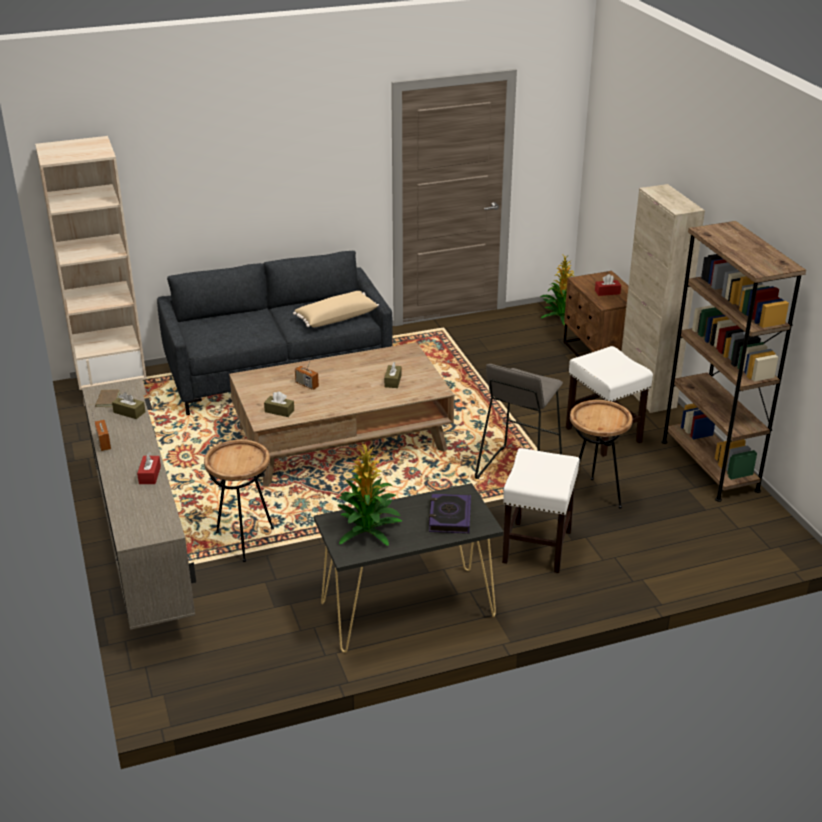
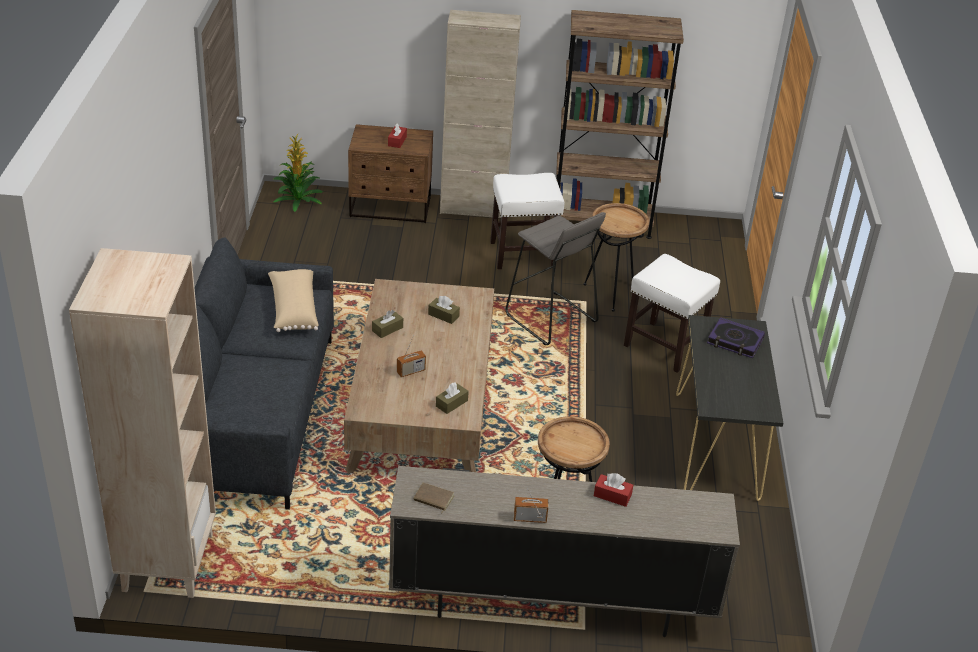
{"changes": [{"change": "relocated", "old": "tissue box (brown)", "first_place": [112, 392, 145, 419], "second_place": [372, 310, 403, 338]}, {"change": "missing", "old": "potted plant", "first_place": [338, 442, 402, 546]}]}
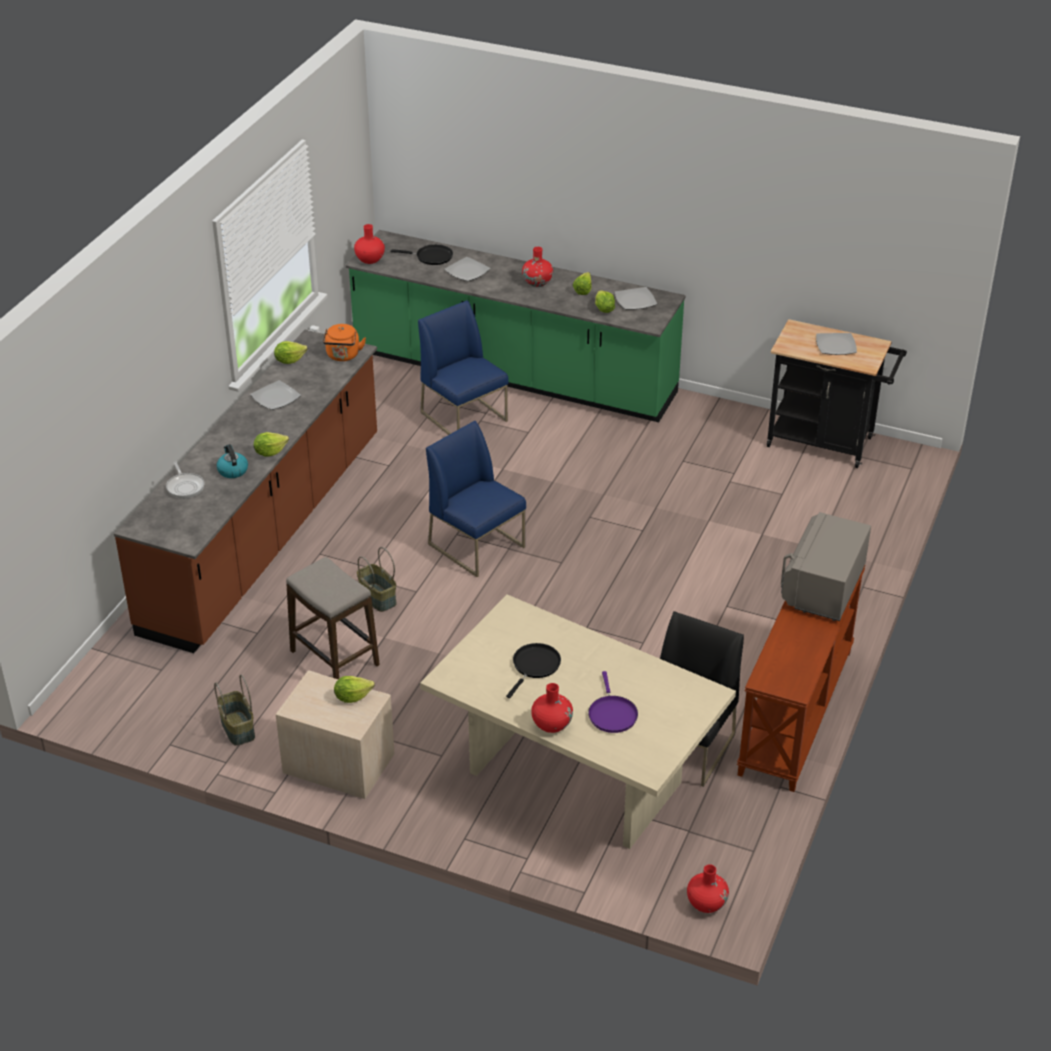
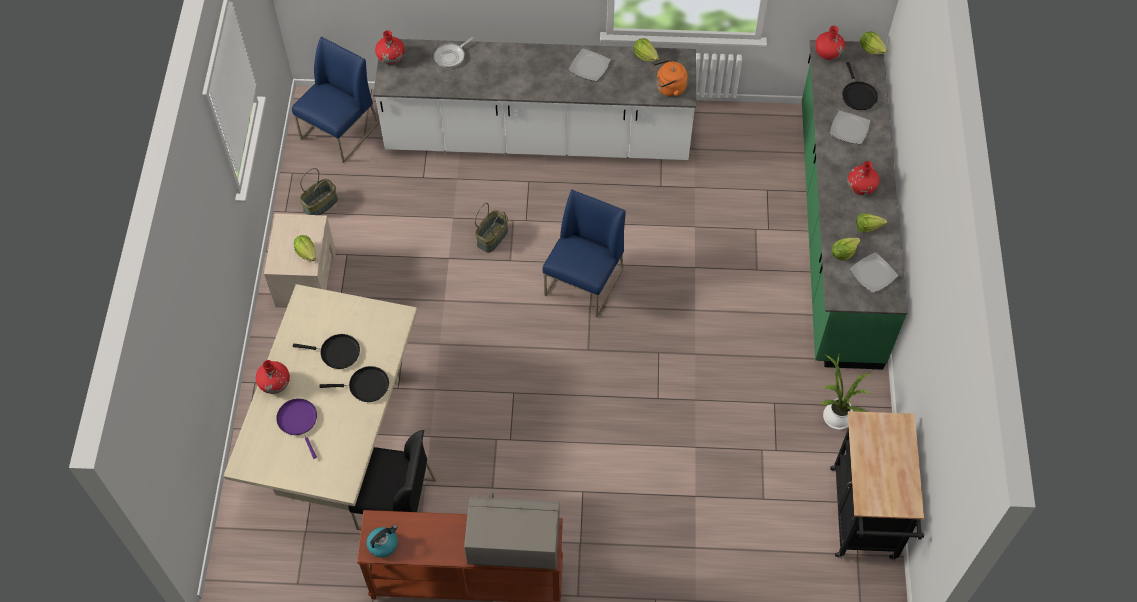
{"changes": [{"change": "relocated", "old": "chair (blue)", "first_place": [418, 300, 508, 435], "second_place": [292, 37, 379, 163]}, {"change": "colour", "old": "counter (brown)", "new": "counter (white)", "first_place": [114, 330, 377, 653], "second_place": [373, 38, 696, 160]}, {"change": "missing", "old": "plate", "first_place": [816, 333, 857, 355]}, {"change": "relocated", "old": "lettuce", "first_place": [254, 432, 289, 457], "second_place": [860, 31, 888, 54]}, {"change": "relocated", "old": "kettle", "first_place": [216, 444, 248, 478], "second_place": [367, 525, 398, 558]}, {"change": "missing", "old": "stool", "first_place": [286, 557, 380, 679]}, {"change": "spun", "old": "frying pan (purple)", "first_place": [588, 671, 638, 733], "second_place": [276, 398, 317, 459], "degrees": 90}, {"change": "relocated", "old": "vase (red)", "first_place": [687, 864, 729, 913], "second_place": [375, 30, 405, 65]}, {"change": "appeared", "new": "potted plant", "second_place": [821, 355, 871, 430]}, {"change": "appeared", "new": "frying pan (black)", "second_place": [319, 366, 389, 402]}]}
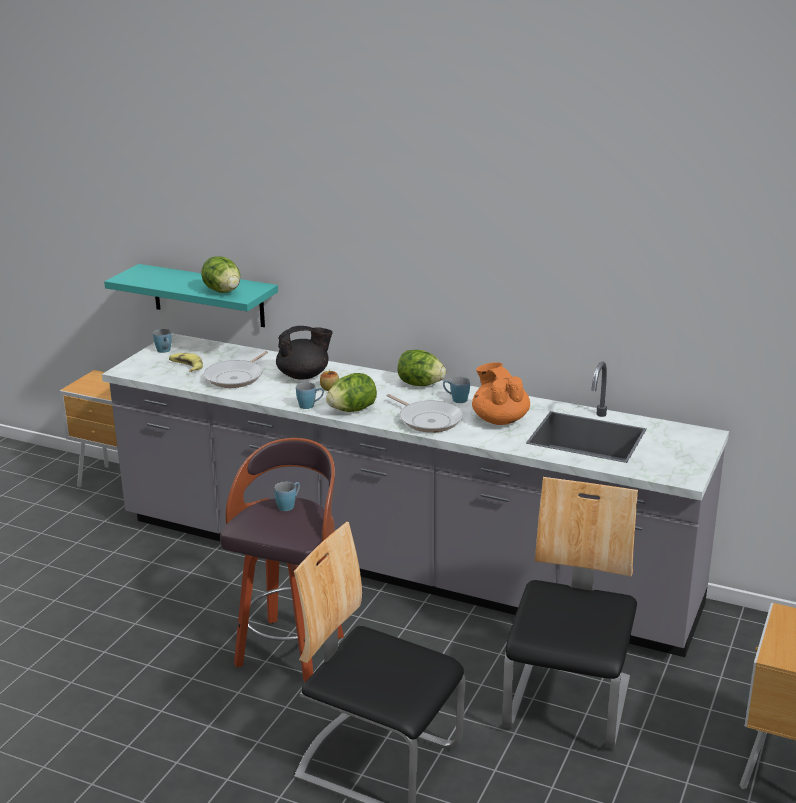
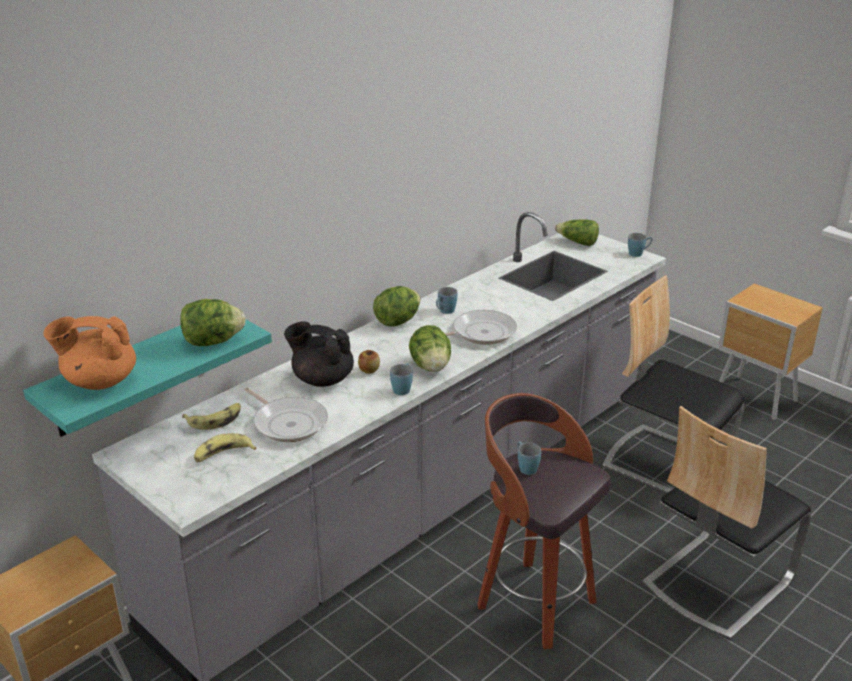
{"changes": [{"change": "spun", "old": "teapot (black)", "first_place": [276, 326, 333, 380], "second_place": [284, 322, 354, 387], "degrees": -75}, {"change": "relocated", "old": "mug (blue)", "first_place": [153, 329, 172, 353], "second_place": [628, 233, 653, 257]}, {"change": "relocated", "old": "teapot (orange)", "first_place": [472, 362, 530, 425], "second_place": [44, 316, 136, 390]}, {"change": "appeared", "new": "lettuce", "second_place": [555, 220, 599, 246]}, {"change": "appeared", "new": "banana", "second_place": [182, 403, 241, 430]}]}
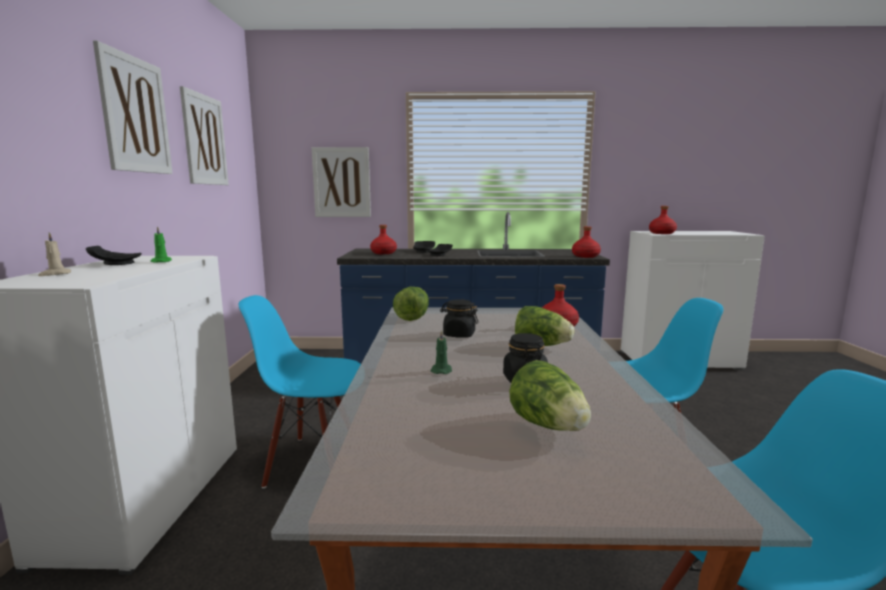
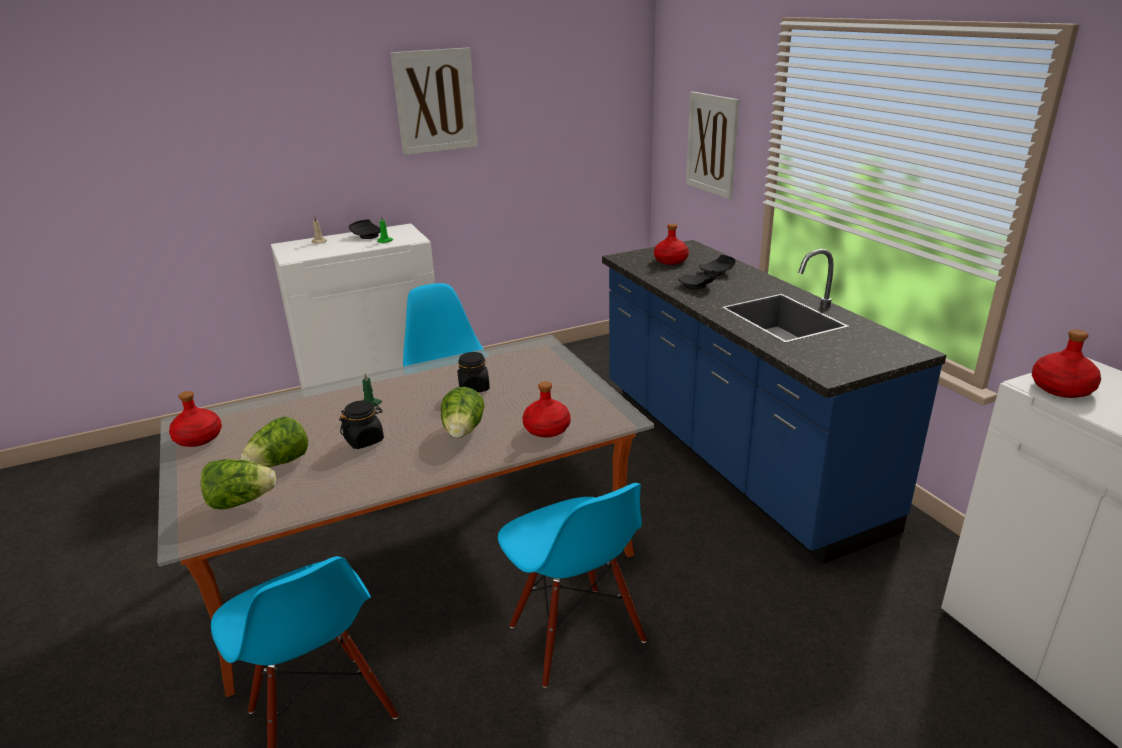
{"changes": [{"change": "missing", "old": "picture", "first_place": [180, 86, 229, 185]}, {"change": "relocated", "old": "bottle (red)", "first_place": [572, 226, 601, 258], "second_place": [169, 391, 222, 447]}, {"change": "relocated", "old": "lettuce", "first_place": [393, 287, 429, 321], "second_place": [201, 459, 276, 510]}]}
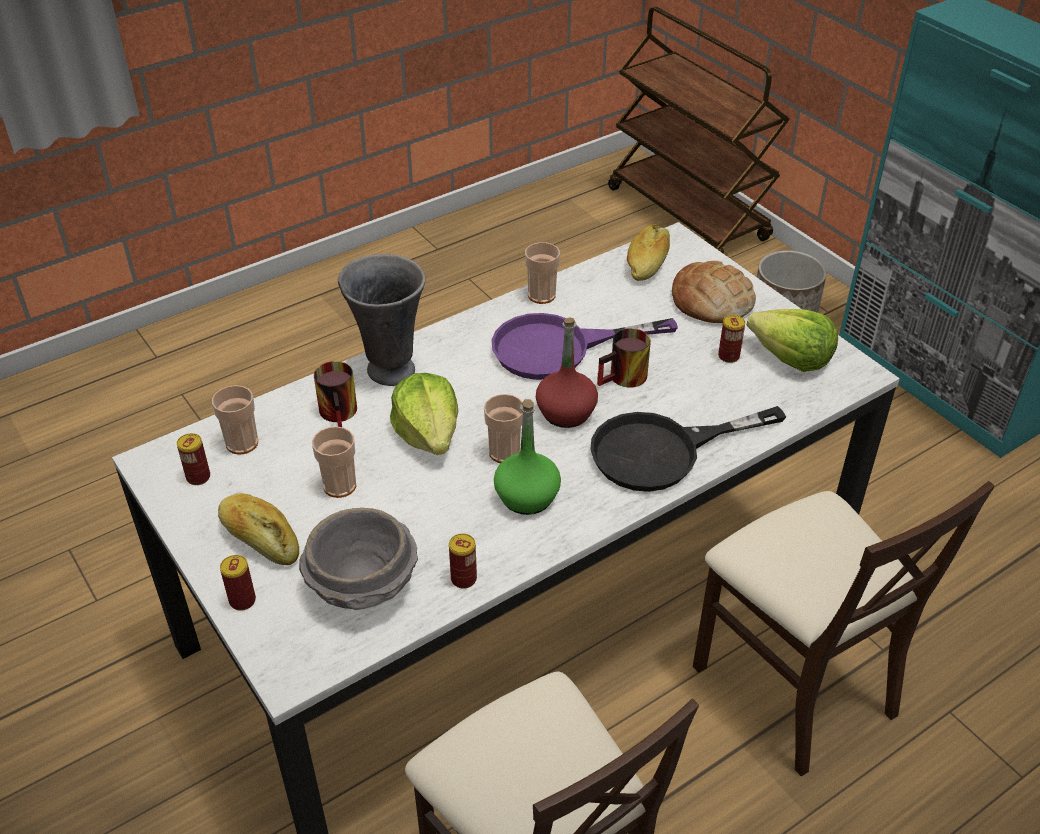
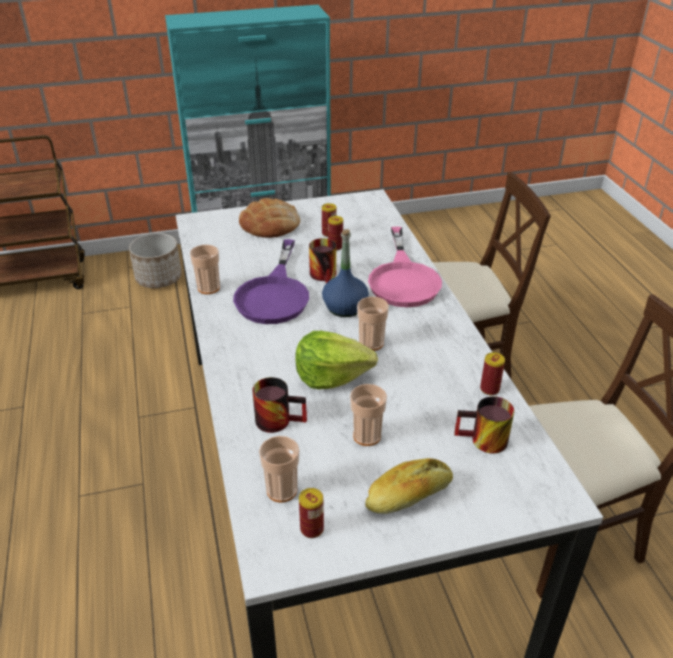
{"changes": [{"change": "missing", "old": "bread", "first_place": [627, 224, 670, 281]}, {"change": "missing", "old": "vase (grey)", "first_place": [338, 254, 425, 386]}, {"change": "missing", "old": "lettuce", "first_place": [747, 309, 838, 372]}, {"change": "colour", "old": "bottle (red)", "new": "bottle (blue)", "first_place": [536, 317, 598, 428], "second_place": [322, 229, 369, 317]}, {"change": "missing", "old": "bottle (green)", "first_place": [494, 399, 561, 515]}, {"change": "colour", "old": "frying pan (black)", "new": "frying pan (pink)", "first_place": [590, 406, 786, 492], "second_place": [368, 227, 442, 307]}, {"change": "exchanged", "old": "bowl (grey)", "new": "mug", "first_place": [299, 508, 418, 610], "second_place": [454, 396, 514, 454]}, {"change": "relocated", "old": "can", "first_place": [220, 555, 256, 611], "second_place": [328, 216, 343, 251]}]}
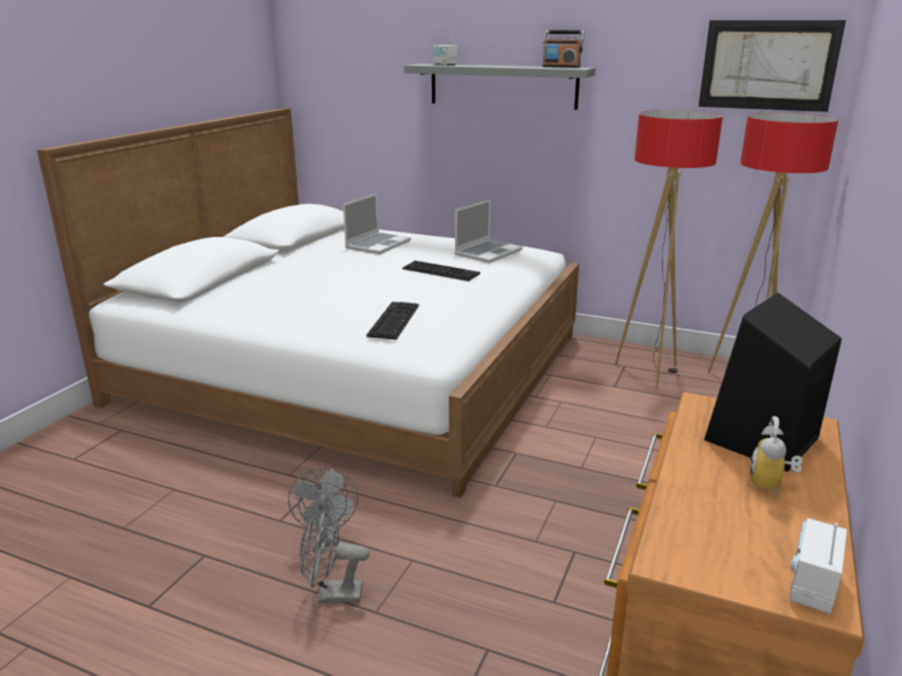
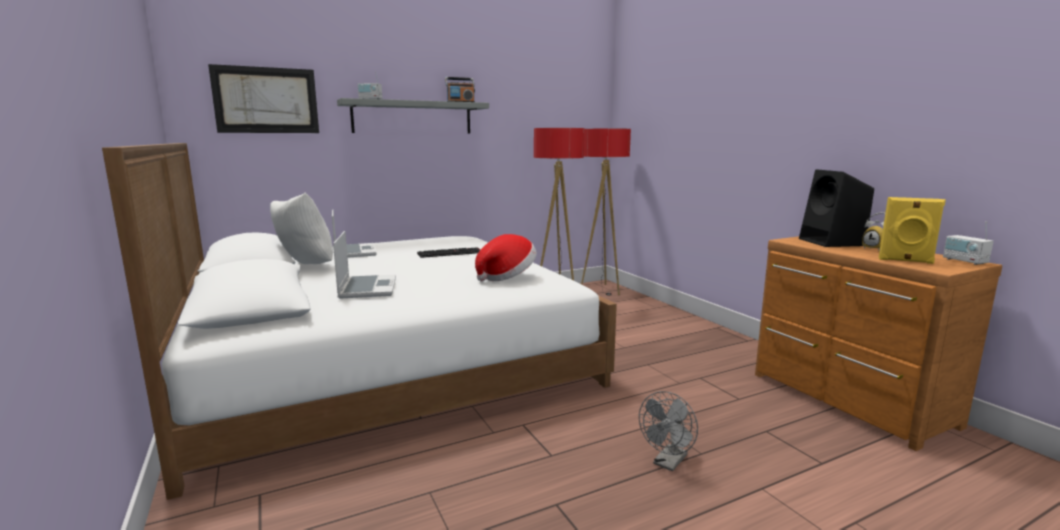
{"changes": [{"change": "relocated", "old": "picture", "first_place": [698, 20, 846, 112], "second_place": [208, 64, 319, 133]}, {"change": "relocated", "old": "laptop", "first_place": [455, 199, 523, 263], "second_place": [333, 231, 396, 299]}, {"change": "exchanged", "old": "keyboard", "new": "hat", "first_place": [367, 302, 419, 340], "second_place": [475, 234, 537, 281]}, {"change": "missing", "old": "fan (grey)", "first_place": [288, 467, 358, 545]}, {"change": "appeared", "new": "pillow (white)", "second_place": [270, 193, 333, 264]}, {"change": "appeared", "new": "speaker (yellow)", "second_place": [879, 197, 946, 264]}]}
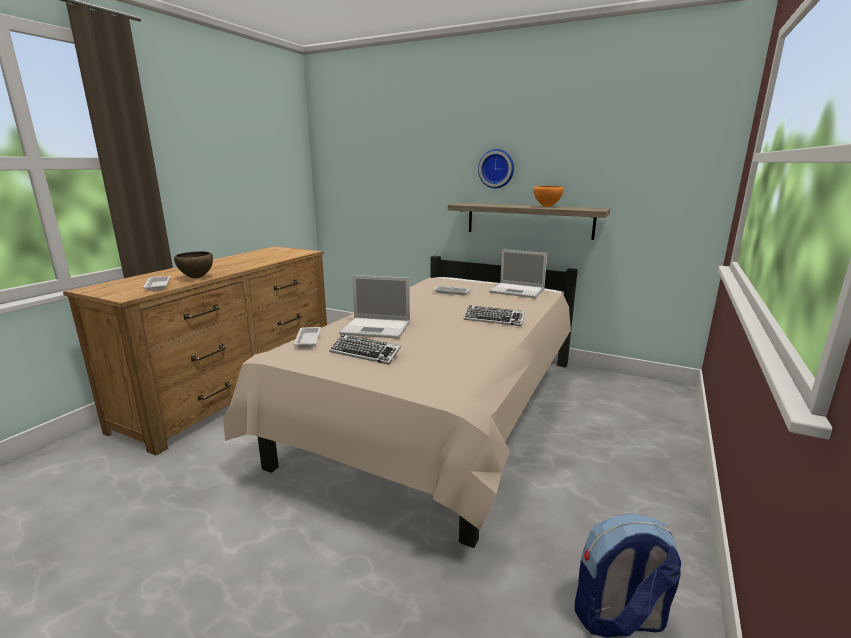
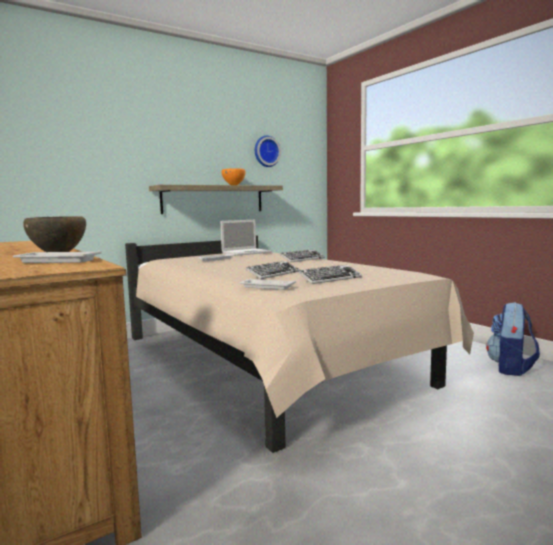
{"changes": [{"change": "relocated", "old": "wall clock", "first_place": [478, 149, 514, 188], "second_place": [255, 136, 281, 167]}, {"change": "exchanged", "old": "laptop", "new": "keyboard", "first_place": [339, 275, 410, 339], "second_place": [246, 261, 300, 279]}]}
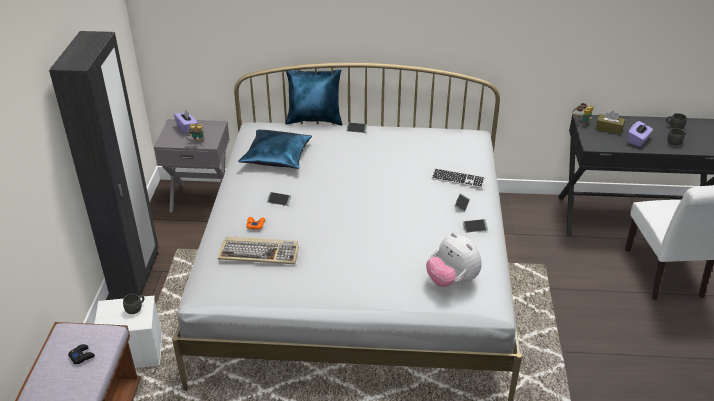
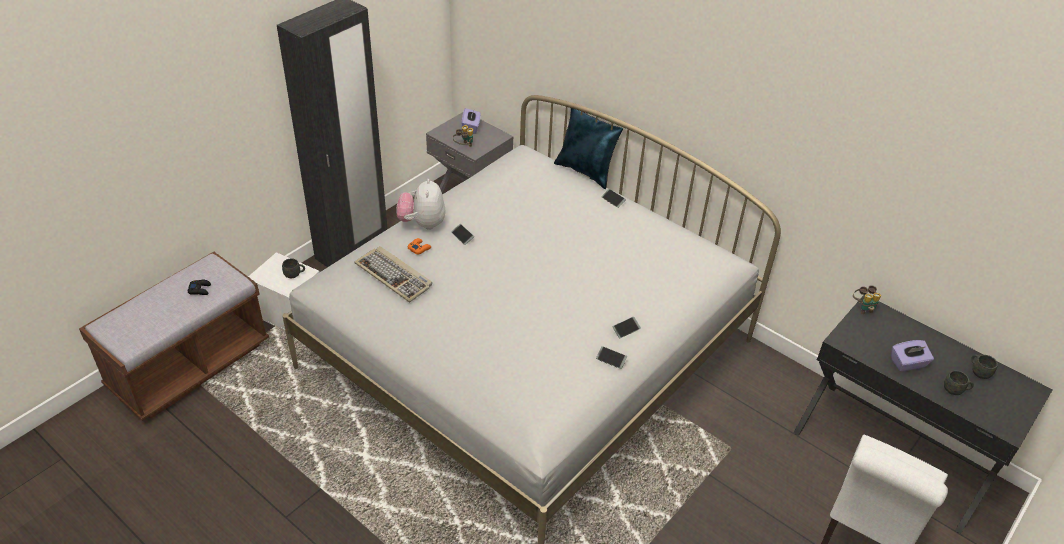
{"changes": [{"change": "missing", "old": "tissue box (brown)", "first_place": [596, 111, 625, 135]}, {"change": "missing", "old": "pillow (blue)", "first_place": [238, 130, 312, 169]}, {"change": "missing", "old": "keyboard", "first_place": [432, 168, 485, 188]}, {"change": "relocated", "old": "plush toy", "first_place": [426, 233, 482, 287], "second_place": [396, 178, 445, 230]}]}
